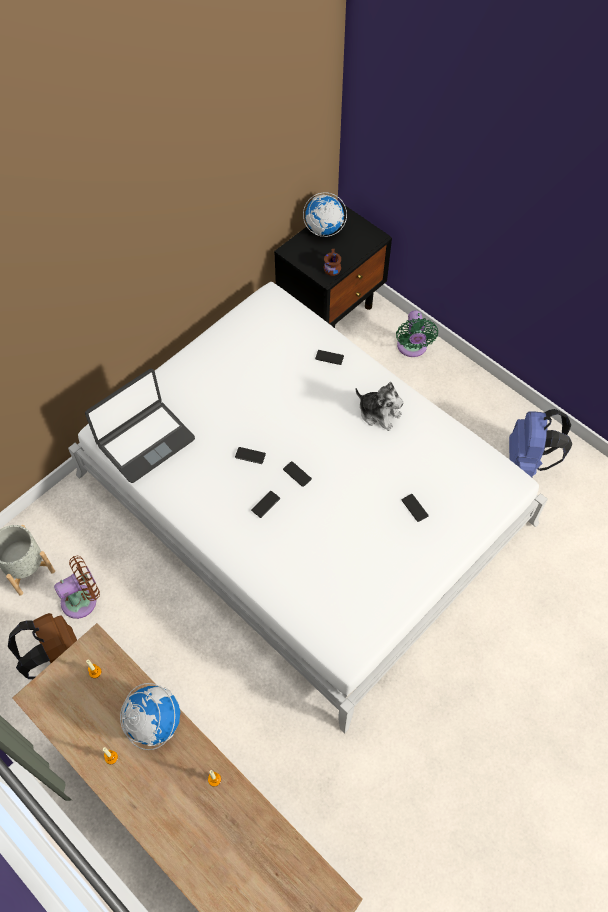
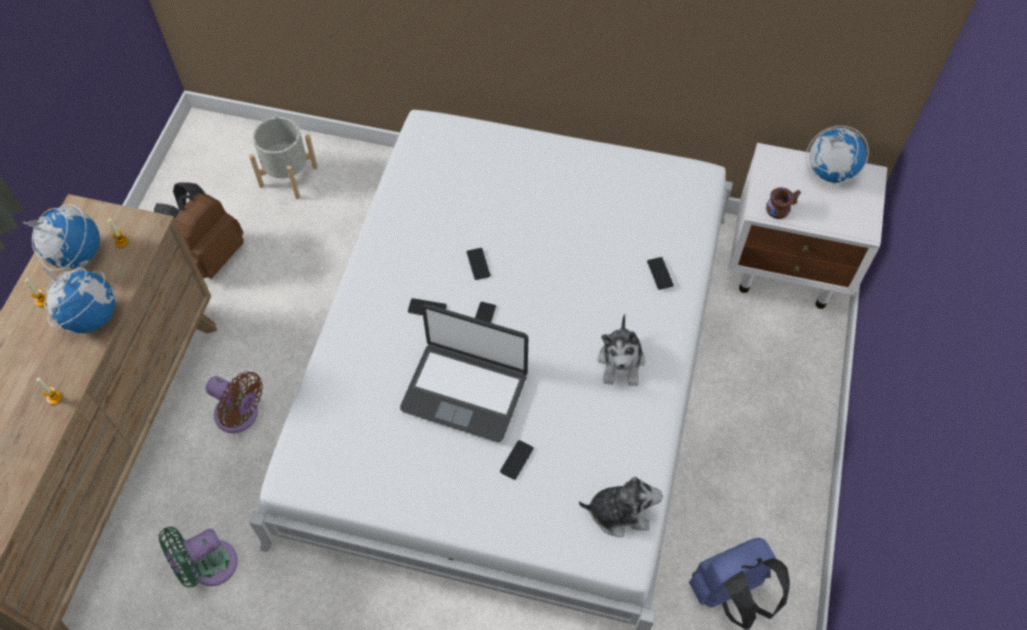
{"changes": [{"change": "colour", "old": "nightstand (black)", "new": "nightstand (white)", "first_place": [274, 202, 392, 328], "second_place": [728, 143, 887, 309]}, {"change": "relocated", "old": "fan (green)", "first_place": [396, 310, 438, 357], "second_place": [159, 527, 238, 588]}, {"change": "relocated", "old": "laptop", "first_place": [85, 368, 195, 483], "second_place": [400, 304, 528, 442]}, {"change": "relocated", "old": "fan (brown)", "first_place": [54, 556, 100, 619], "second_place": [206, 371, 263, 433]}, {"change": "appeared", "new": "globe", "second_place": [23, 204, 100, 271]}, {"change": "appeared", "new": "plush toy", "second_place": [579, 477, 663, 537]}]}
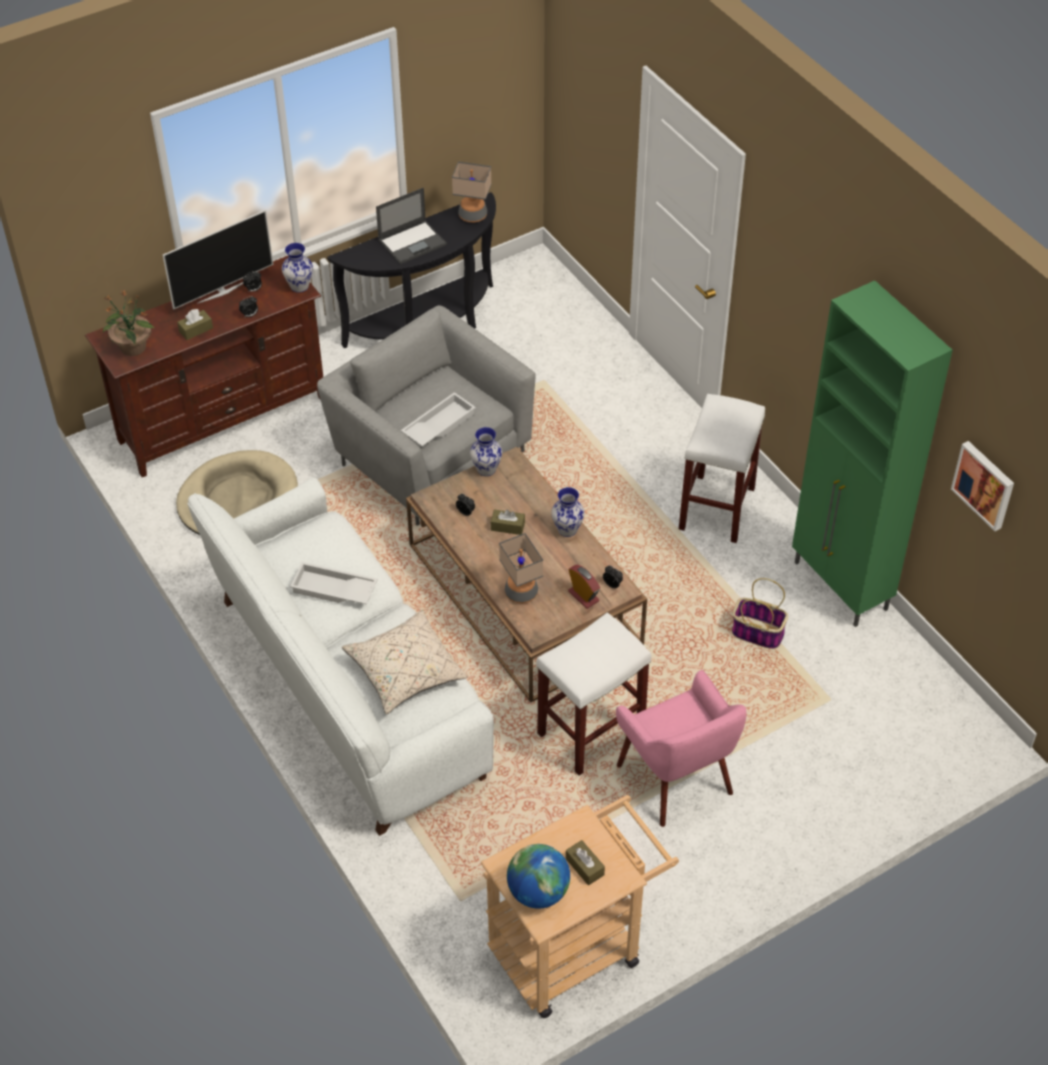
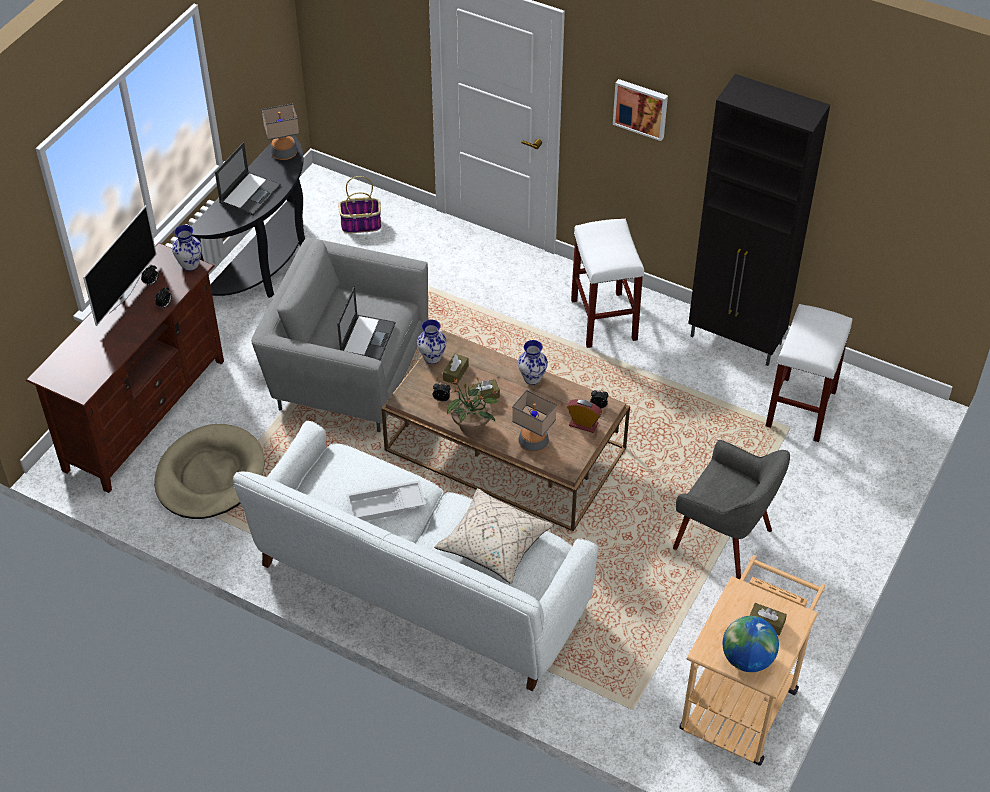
{"changes": [{"change": "colour", "old": "cabinet (green)", "new": "cabinet (black)", "first_place": [792, 280, 953, 627], "second_place": [688, 74, 830, 366]}, {"change": "relocated", "old": "potted plant", "first_place": [103, 290, 155, 356], "second_place": [447, 377, 499, 435]}, {"change": "relocated", "old": "tissue box (brown)", "first_place": [177, 309, 213, 340], "second_place": [443, 354, 469, 385]}, {"change": "exchanged", "old": "tray (white)", "new": "laptop", "first_place": [401, 392, 476, 446], "second_place": [337, 286, 396, 360]}, {"change": "relocated", "old": "picture", "first_place": [951, 441, 1014, 531], "second_place": [613, 79, 668, 141]}, {"change": "relocated", "old": "basket", "first_place": [732, 578, 788, 649], "second_place": [338, 176, 381, 233]}, {"change": "relocated", "old": "stool (white)", "first_place": [536, 612, 651, 776], "second_place": [766, 304, 852, 442]}, {"change": "colour", "old": "armchair (pink)", "new": "armchair (grey)", "first_place": [616, 670, 747, 827], "second_place": [673, 440, 790, 579]}]}
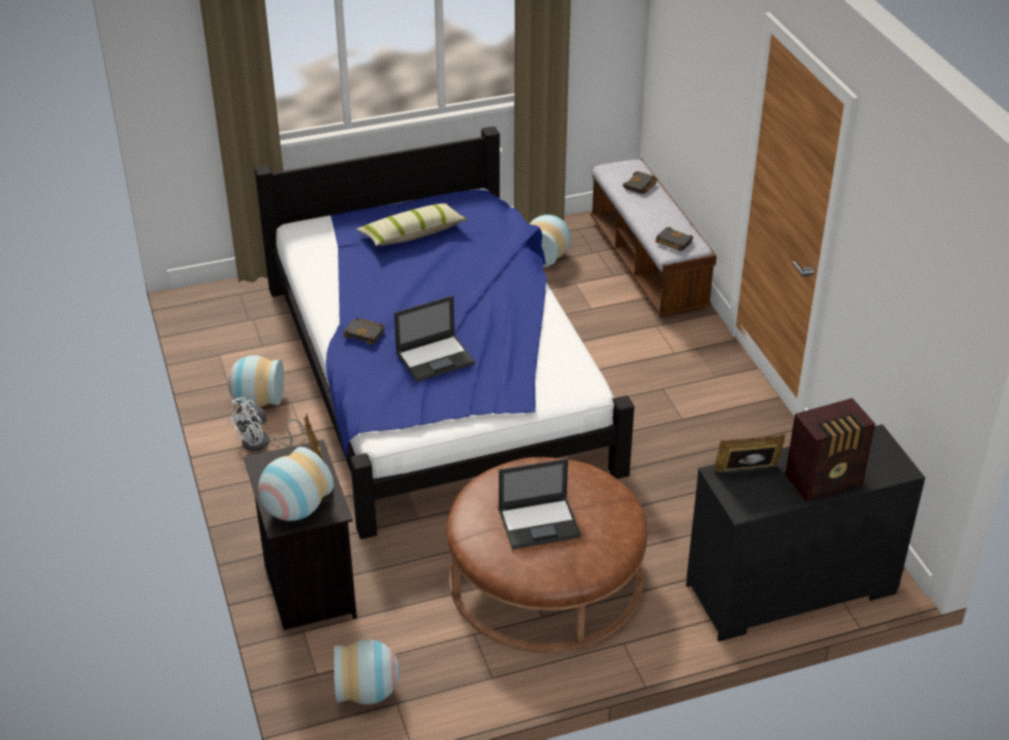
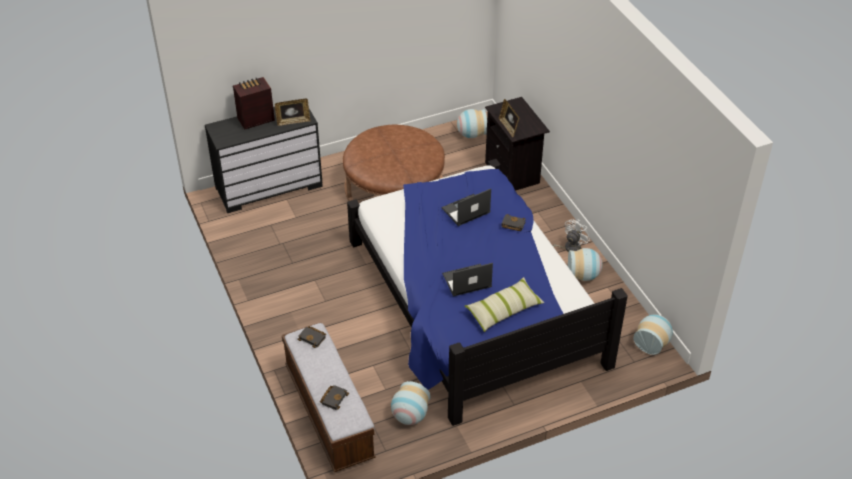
{"changes": [{"change": "relocated", "old": "vase", "first_place": [258, 447, 334, 521], "second_place": [633, 314, 673, 355]}, {"change": "relocated", "old": "laptop", "first_place": [498, 458, 581, 549], "second_place": [442, 263, 493, 296]}]}
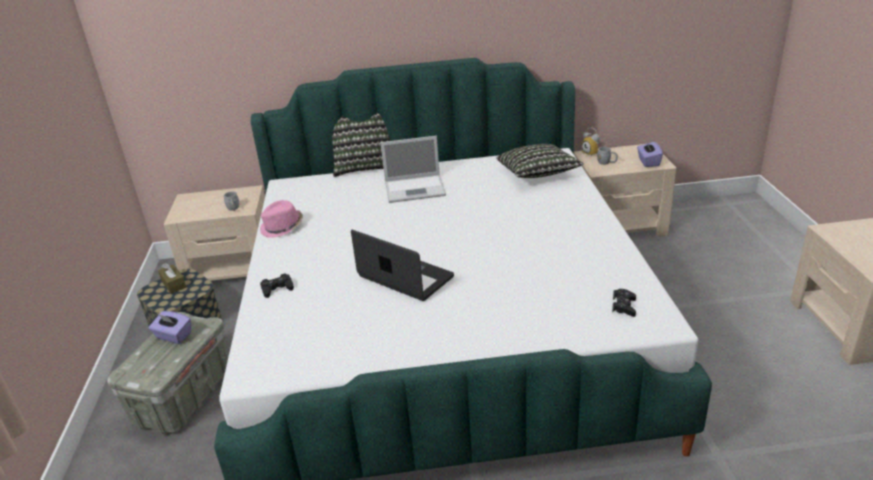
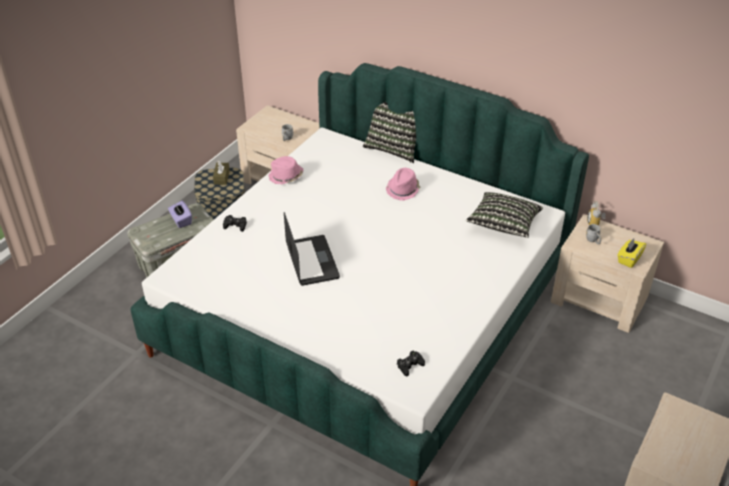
{"changes": [{"change": "exchanged", "old": "laptop", "new": "hat (pink)", "first_place": [381, 136, 446, 203], "second_place": [386, 168, 420, 201]}, {"change": "colour", "old": "tissue box (purple)", "new": "tissue box (yellow)", "first_place": [637, 142, 663, 167], "second_place": [617, 238, 646, 268]}]}
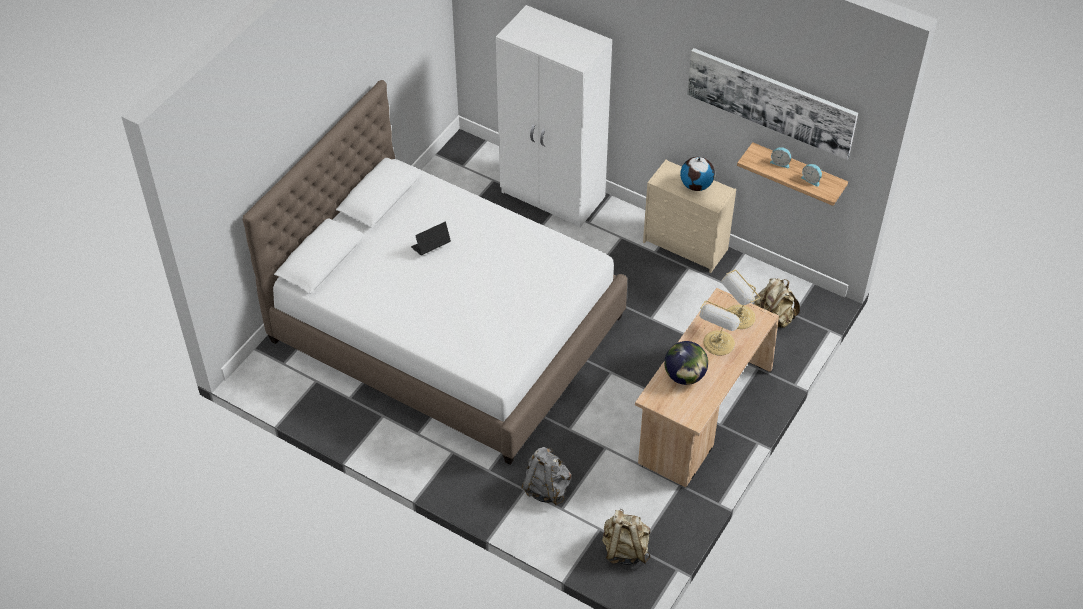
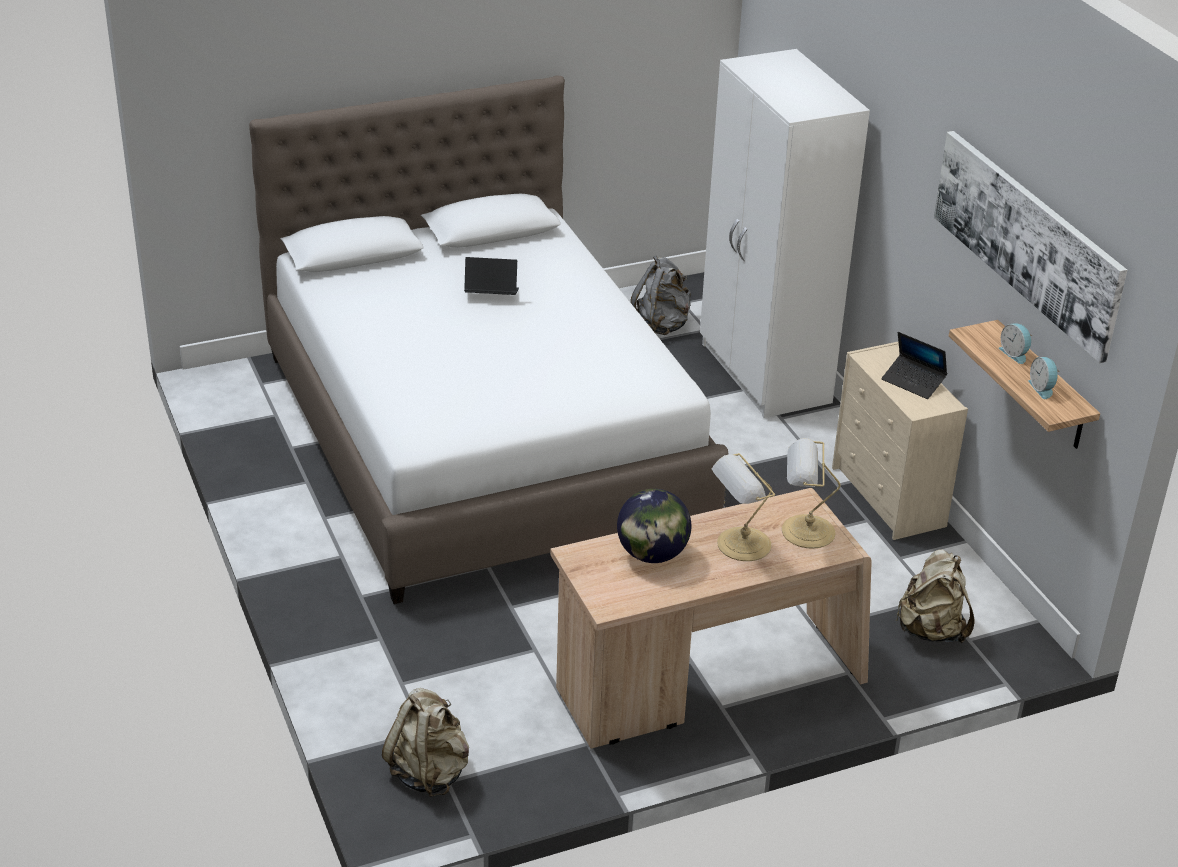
{"changes": [{"change": "exchanged", "old": "globe", "new": "laptop", "first_place": [680, 157, 715, 191], "second_place": [881, 332, 947, 399]}, {"change": "relocated", "old": "backpack (grey)", "first_place": [522, 447, 571, 505], "second_place": [631, 256, 691, 335]}]}
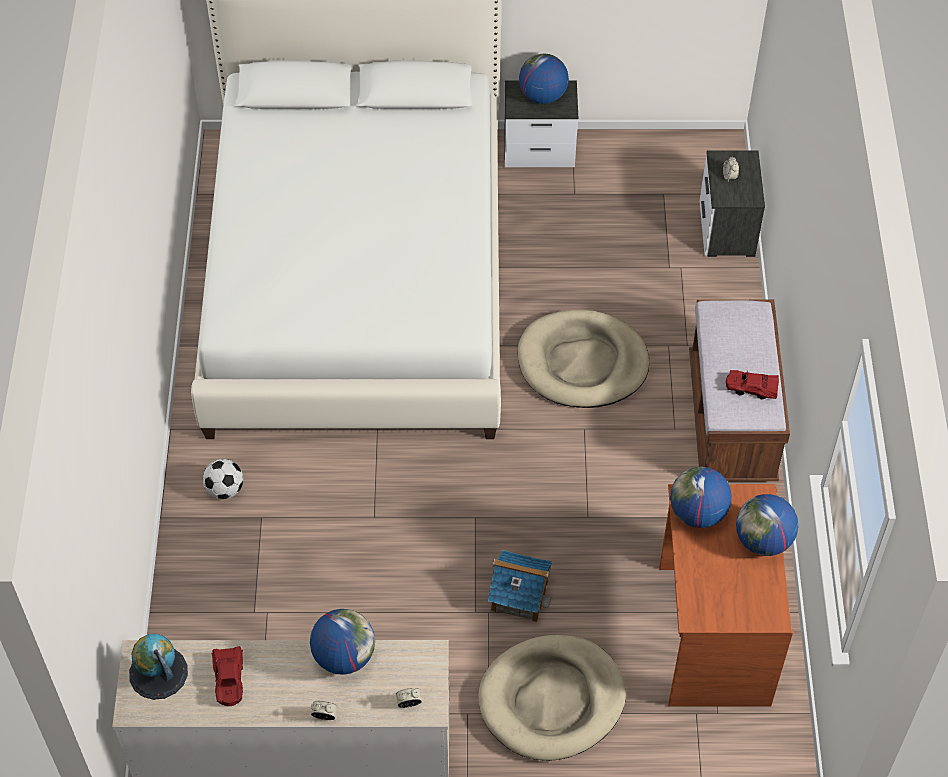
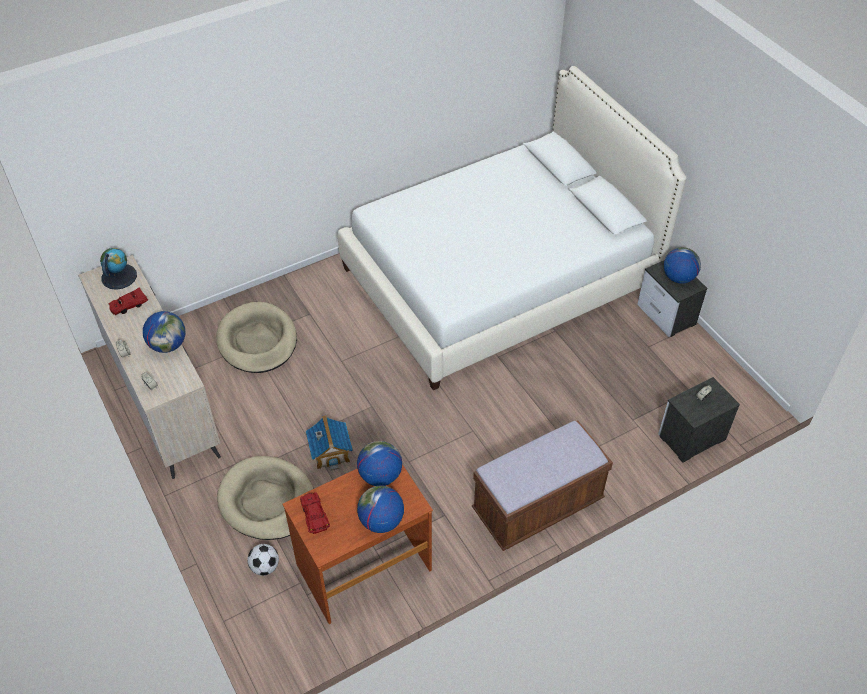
{"changes": [{"change": "relocated", "old": "dog bed (beige)", "first_place": [518, 310, 649, 408], "second_place": [216, 302, 297, 373]}, {"change": "relocated", "old": "toy car (red)", "first_place": [726, 370, 779, 399], "second_place": [300, 492, 330, 534]}, {"change": "relocated", "old": "football", "first_place": [203, 459, 243, 499], "second_place": [247, 544, 279, 576]}]}
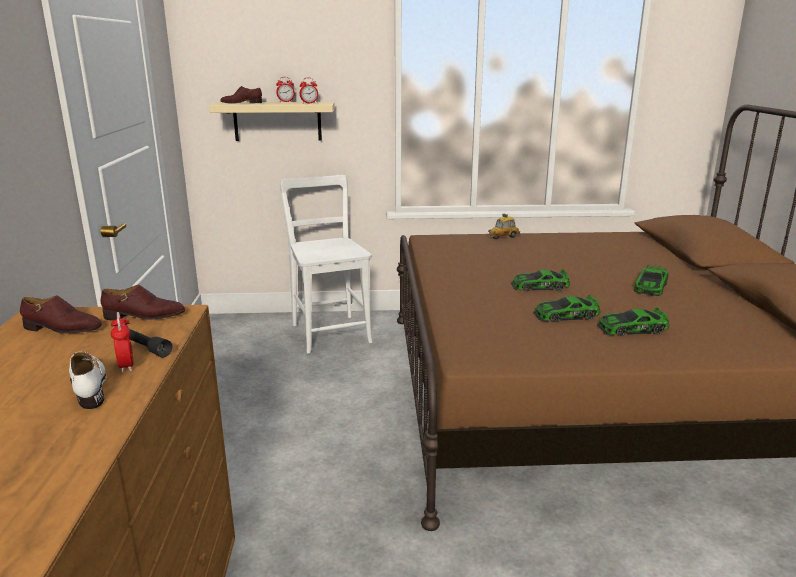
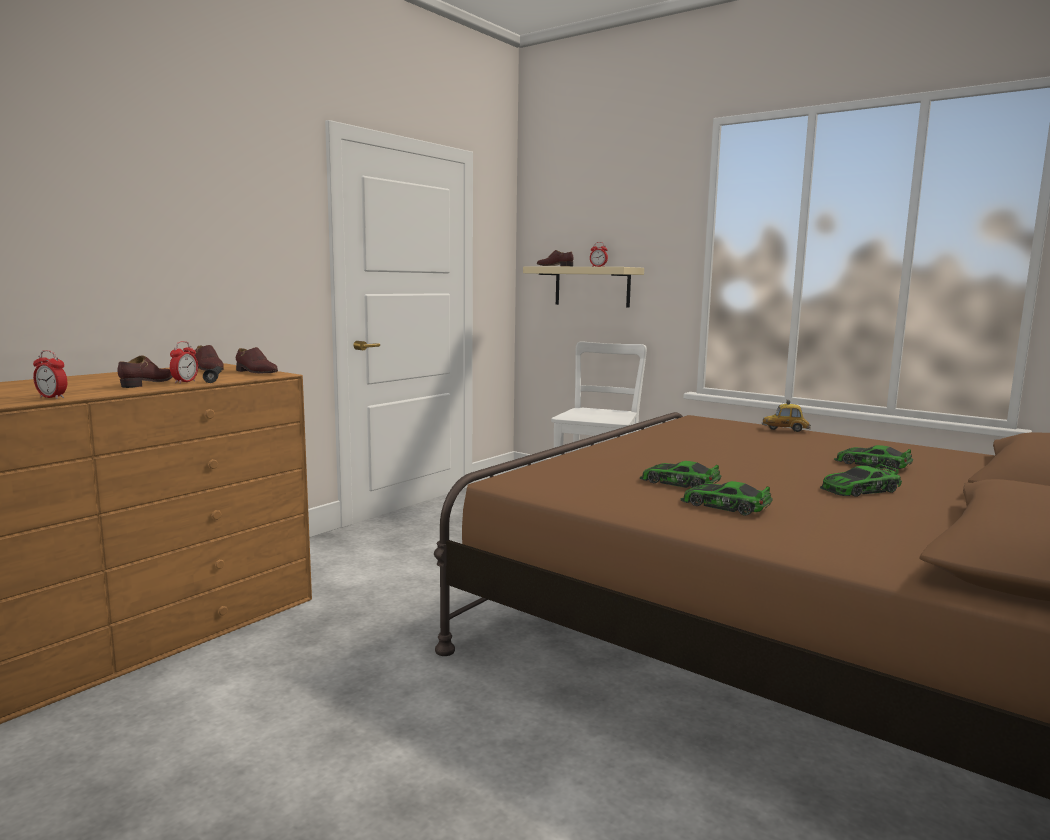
{"changes": [{"change": "relocated", "old": "alarm clock", "first_place": [300, 78, 318, 104], "second_place": [33, 350, 67, 399]}, {"change": "relocated", "old": "toy car", "first_place": [510, 269, 570, 291], "second_place": [834, 445, 913, 471]}, {"change": "colour", "old": "shoe (white)", "new": "shoe (brown)", "first_place": [69, 351, 107, 409], "second_place": [117, 356, 173, 388]}]}
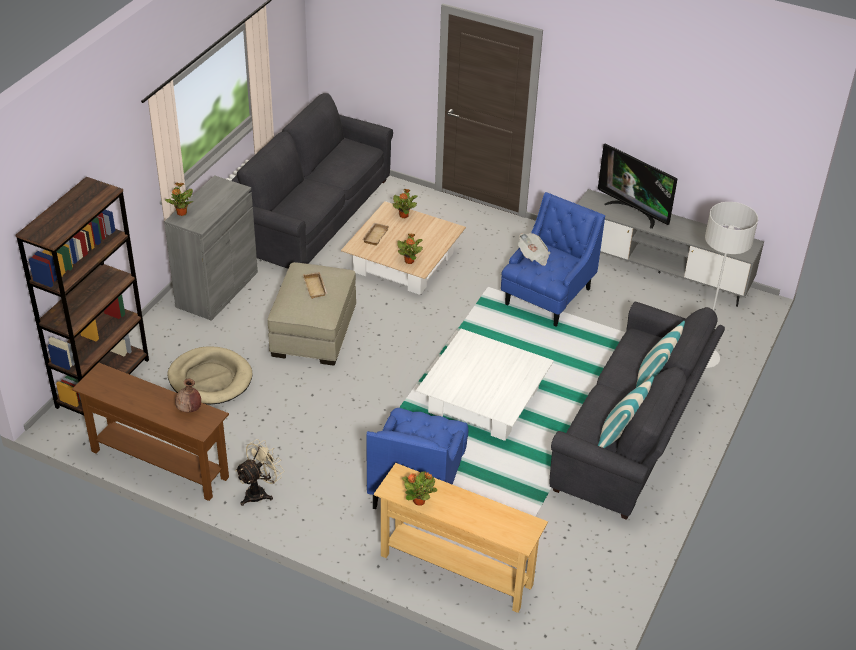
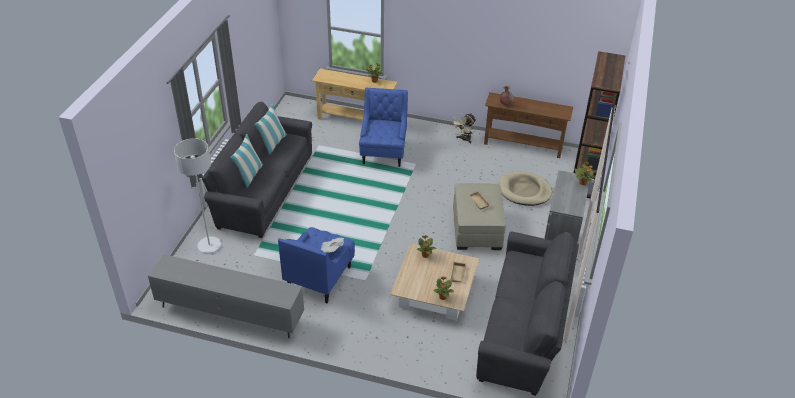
{"changes": [{"change": "missing", "old": "television", "first_place": [598, 143, 677, 229]}, {"change": "missing", "old": "coffee table (white)", "first_place": [416, 329, 554, 441]}]}
